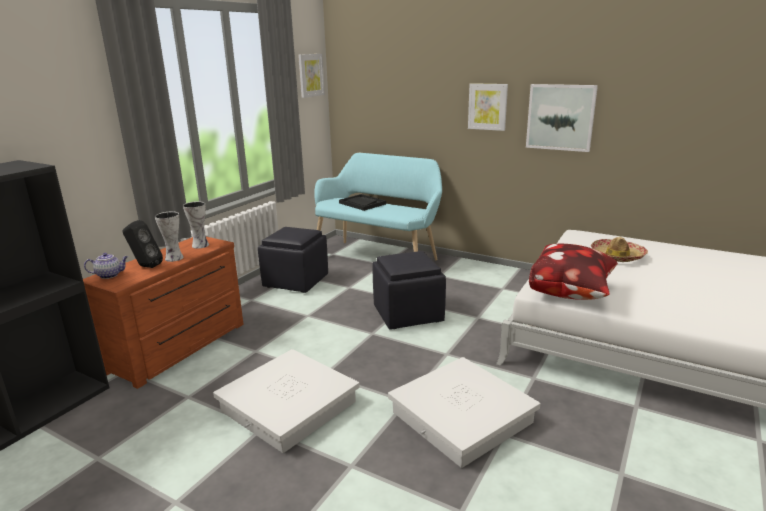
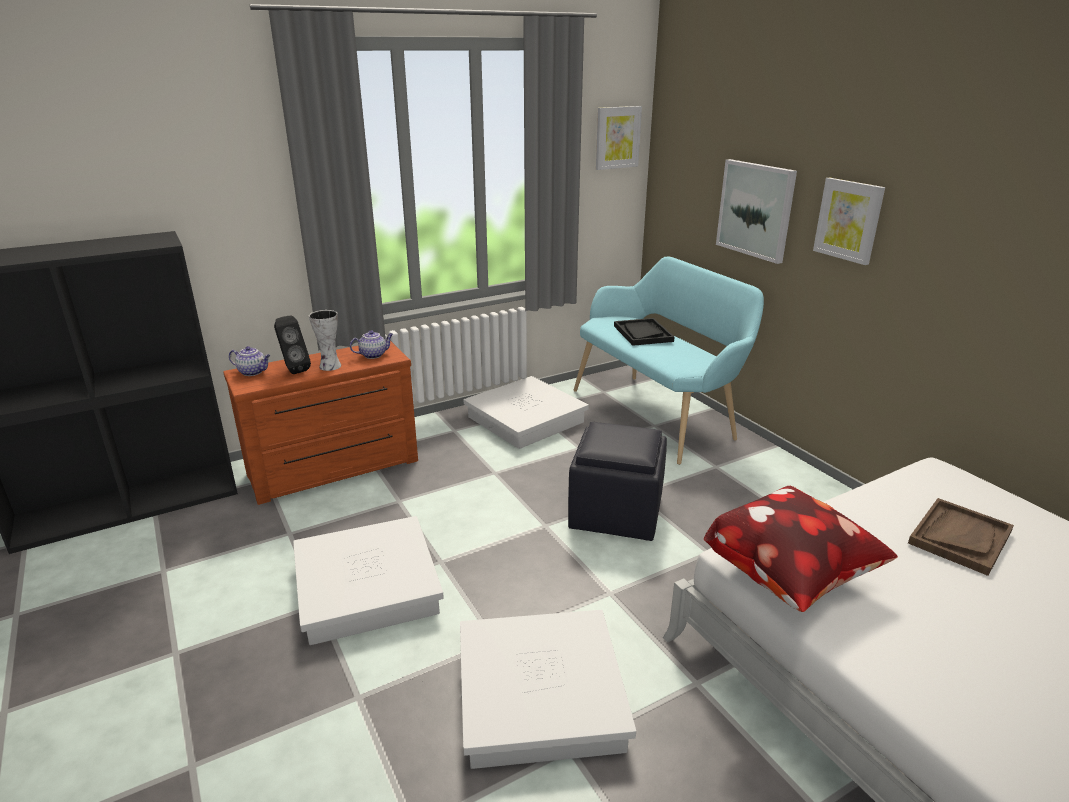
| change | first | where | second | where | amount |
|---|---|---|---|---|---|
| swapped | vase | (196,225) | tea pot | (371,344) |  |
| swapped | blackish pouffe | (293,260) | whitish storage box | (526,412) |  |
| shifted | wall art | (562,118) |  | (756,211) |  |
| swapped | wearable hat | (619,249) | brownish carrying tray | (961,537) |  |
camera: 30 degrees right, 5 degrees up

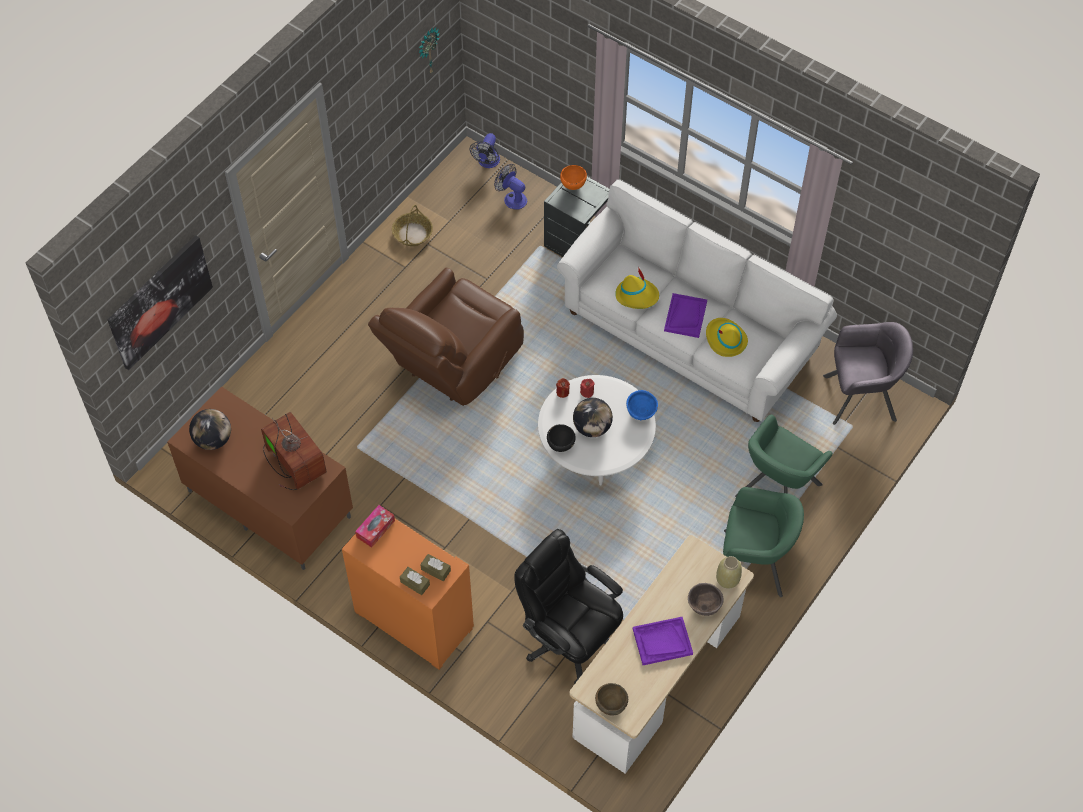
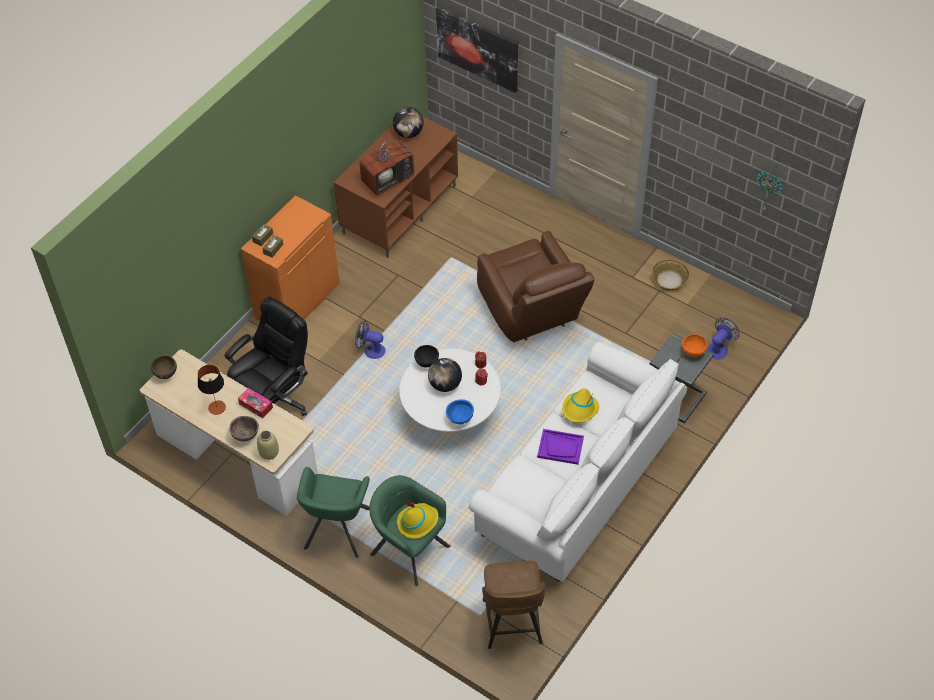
| change | first | where | second | where | amount |
|---|---|---|---|---|---|
| swapped | purple-coloured carrying tray | (663,641) | lamp for a table | (212,390) |  |
| shifted | tissue holder | (375,526) |  | (255,403) |  |
| shifted | fan | (485,150) |  | (370,339) |  |
| shifted | yellow-coloured wearable hat | (727,337) |  | (418,520) |  |
| rotated | brownish easy chair | (446,337) |  | (536,286) | 150 degrees counterclockwise |
| swapped | greyish easy chair | (868,373) | brownish stool | (513,604) |  |
camera: 90 degrees right, 5 degrees down

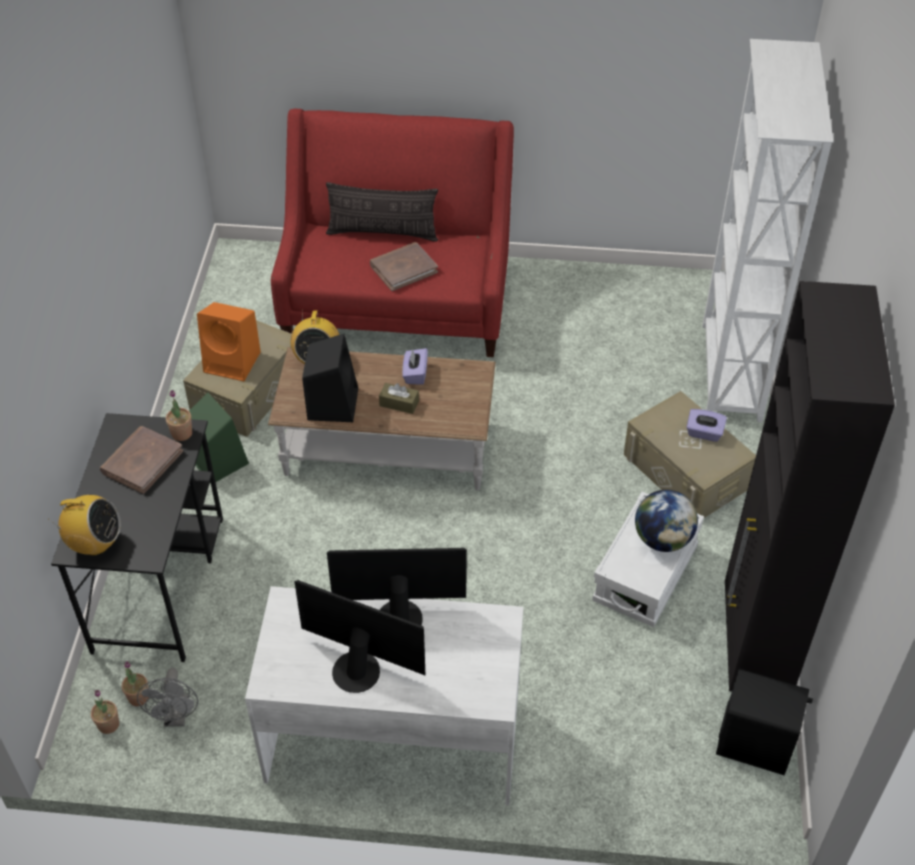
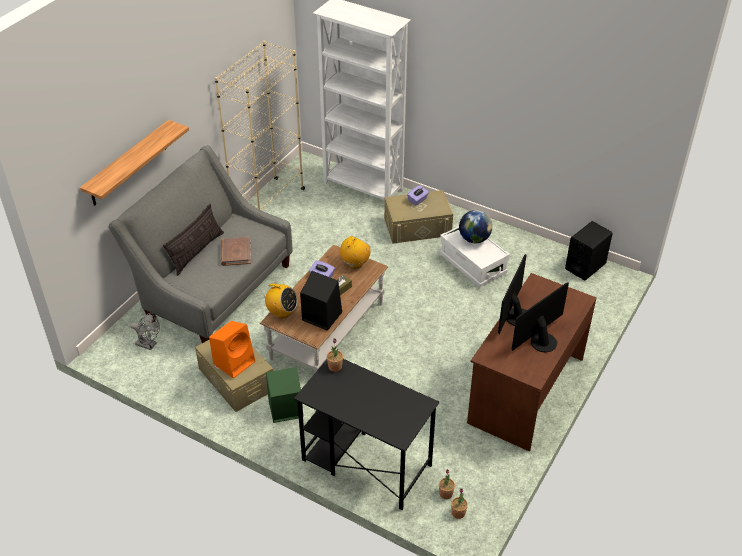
| change | first | where | second | where | amount |
|---|---|---|---|---|---|
| new |  |  | wall shelf | (134,163) |  |
| repainted | red sofa | (392,232) | greyish sofa | (201,244) |  |
| shifted | greyish fan | (167,697) |  | (145,331) |  |
| new |  |  | sand-coloured bookshelf | (260,125) |  |
| shifted | radio receiver | (84,525) |  | (355,252) |  |
| repainted | whitish desk unit | (384,695) | brownish desk unit | (532,362) |  |
| gone | brownish book | (141,460) |  |  |  |
| gone | blackish cupboard | (810,486) |  |  |  |
camera: 65 degrees left, 5 degrees down

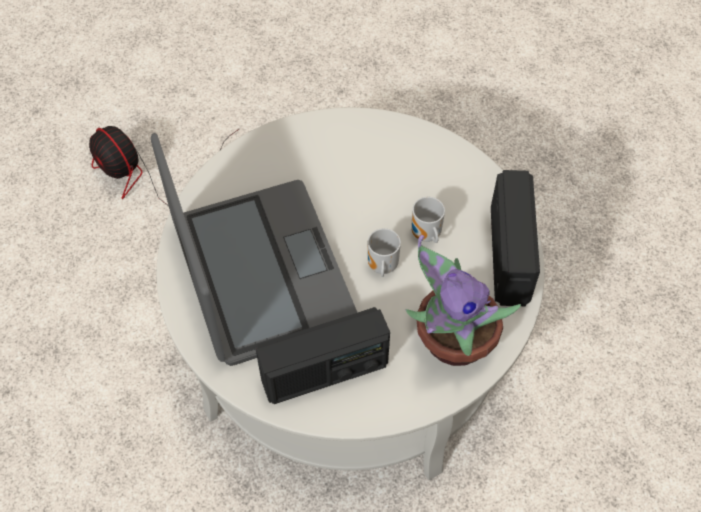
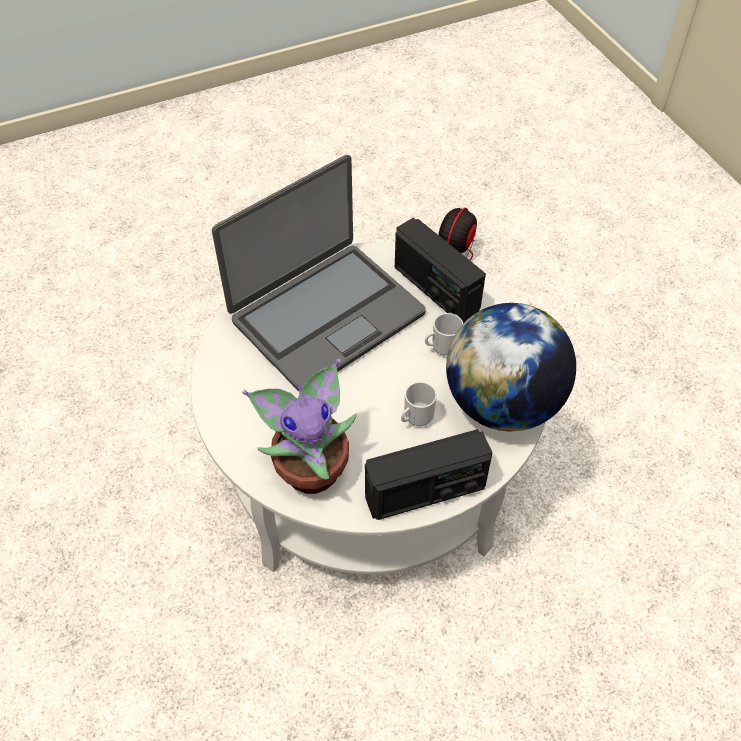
| change | first | where | second | where | amount |
|---|---|---|---|---|---|
| shifted | radio receiver | (323,355) |  | (440,271) |  |
| shifted | coffee mug | (384,252) |  | (444,334) |  |
| new |  |  | globe | (511,367) |  |
camera: 70 degrees right, 5 degrees down

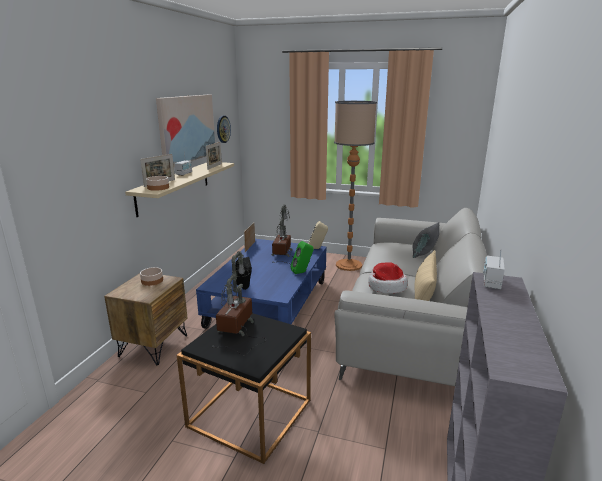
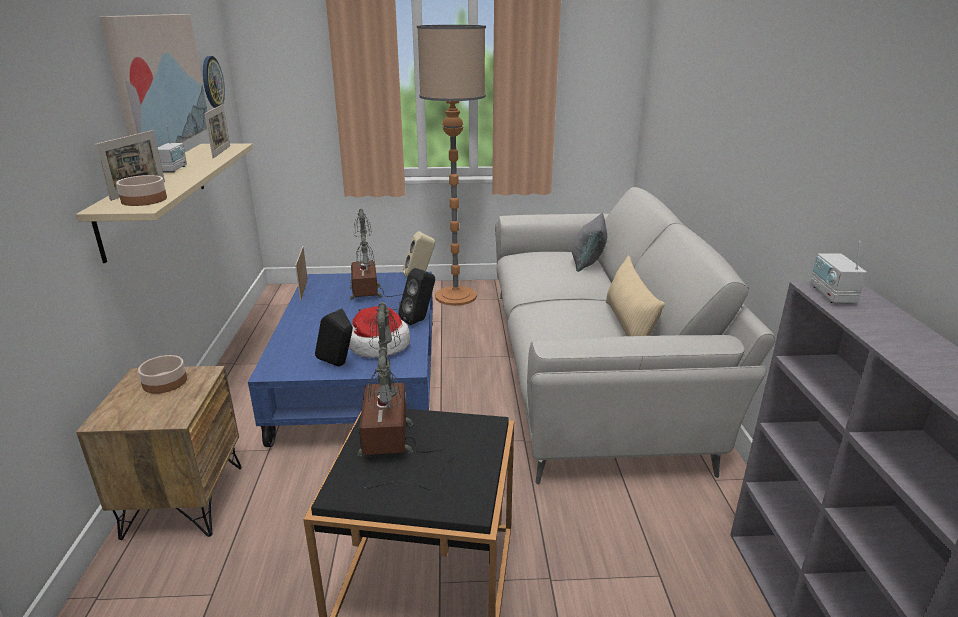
| change | first | where | second | where | amount |
|---|---|---|---|---|---|
| shifted | wearable hat | (388,278) |  | (379,332) |  |
| repainted | green loudspeaker | (302,257) | blackish loudspeaker | (416,296) |  |
camera: 20 degrees left, 5 degrees up

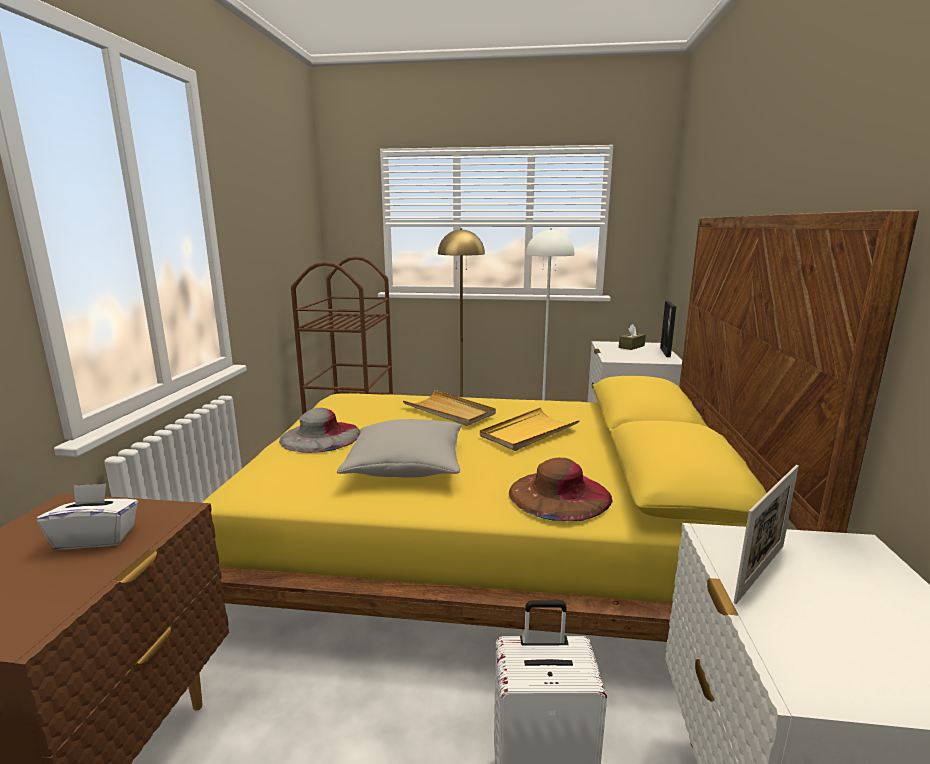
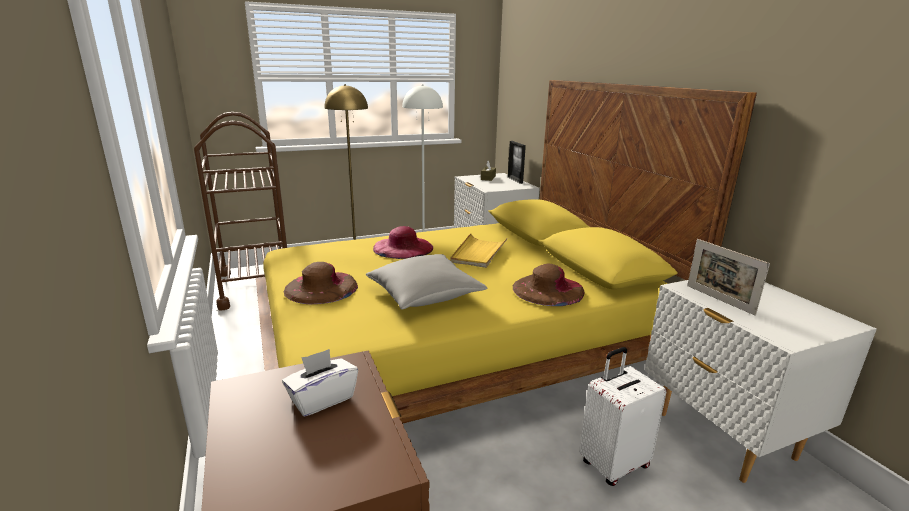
| change | first | where | second | where | amount |
|---|---|---|---|---|---|
| repainted | greyish wearable hat | (319,430) | brownish wearable hat | (320,283) |  |
| swapped | sand-coloured carrying tray | (449,408) | pinkish wearable hat | (403,242) |  |
| rotated | photo frame | (766,534) |  | (728,277) | 135 degrees clockwise |
camera: 30 degrees left, 5 degrees up

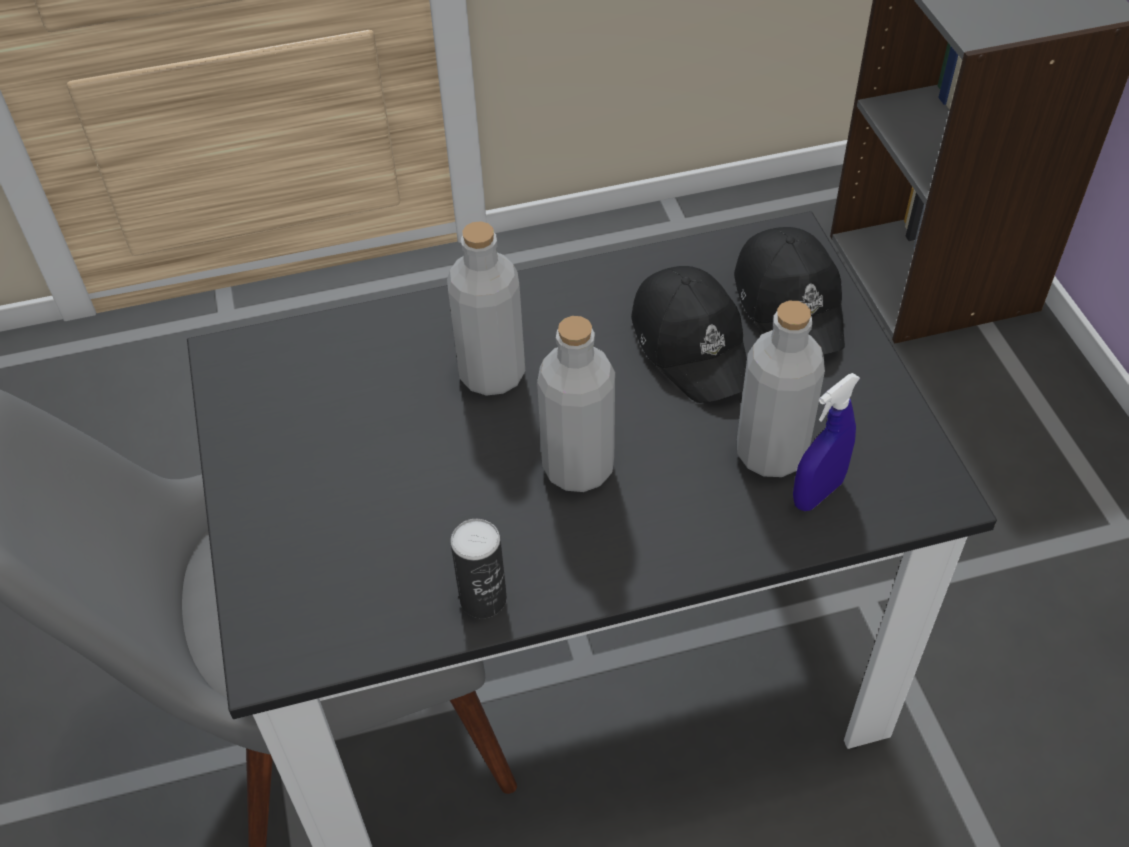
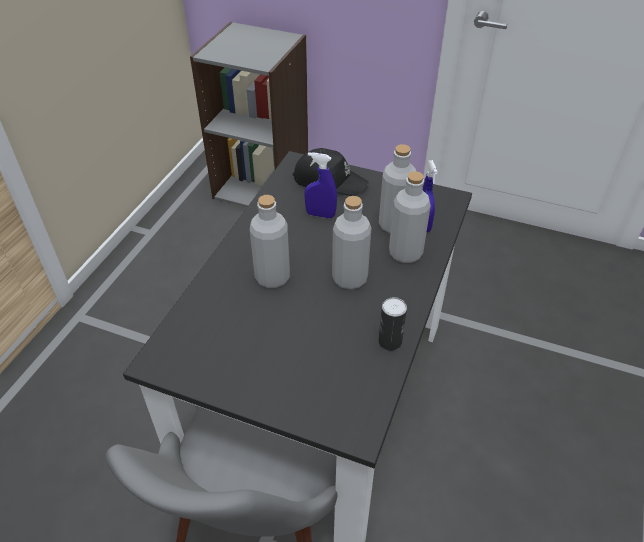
| change | first | where | second | where | amount |
|---|---|---|---|---|---|
| swapped | blackish cap | (689,334) | blue-coloured spray bottle | (320,185) |  |
| new |  |  | greyish bottle | (410,217) |  |
camera: 55 degrees left, 5 degrees down

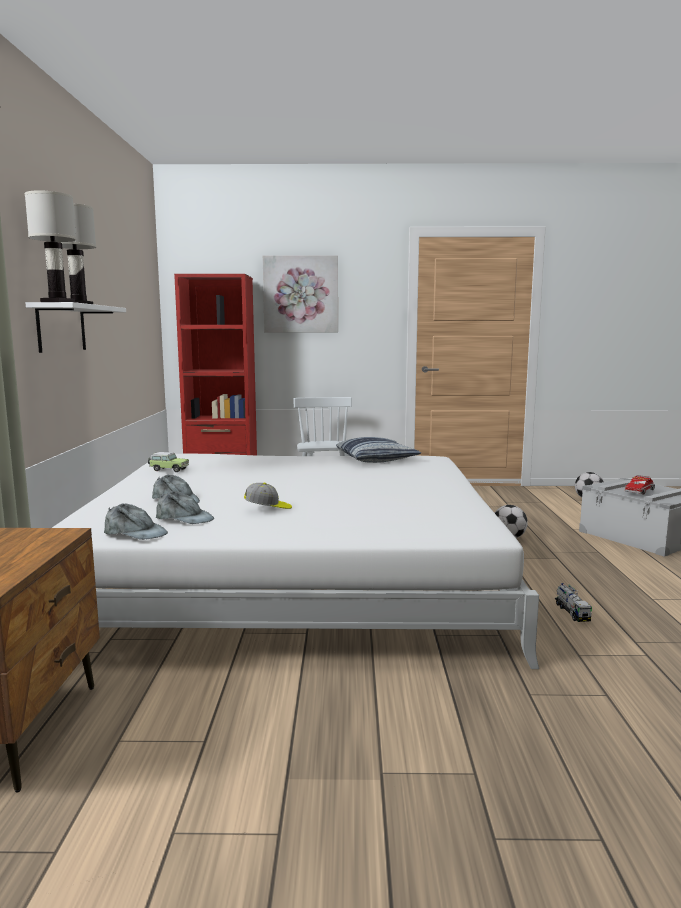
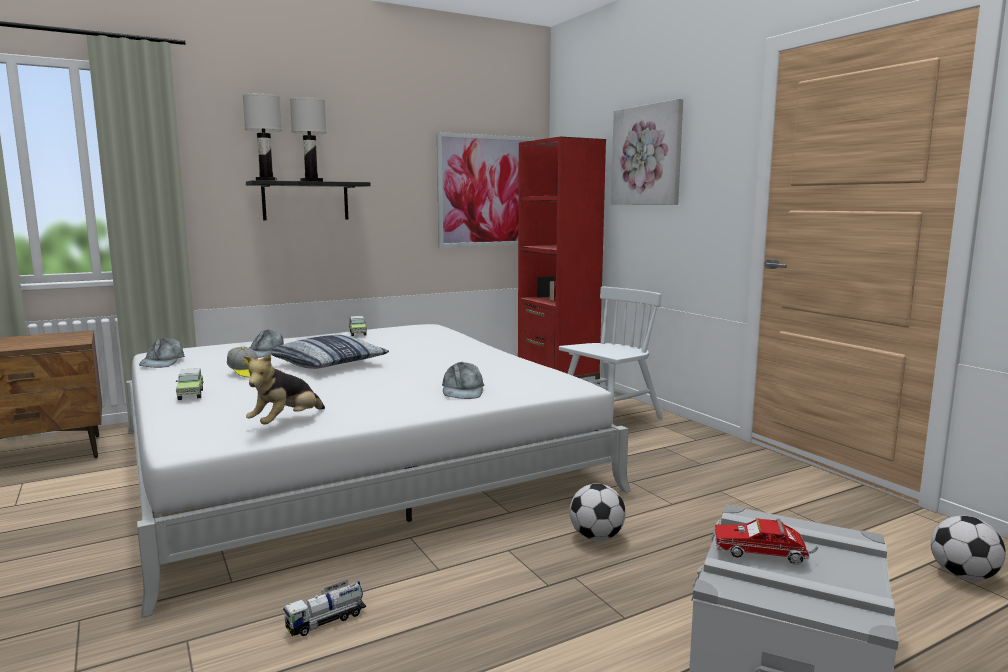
| change | first | where | second | where | amount |
|---|---|---|---|---|---|
| new |  |  | toy car | (190,384) |  |
| new |  |  | plush toy | (284,389) |  |
| repainted | whitish wall shelf | (76,327) | blackish wall shelf | (308,200) |  |
| shifted | throw pillow | (378,450) |  | (329,352) |  |
| new |  |  | wall art | (486,190) |  |
| shifted | greyish cap | (185,507) |  | (463,380) |  |
camera: 60 degrees right, 0 degrees up

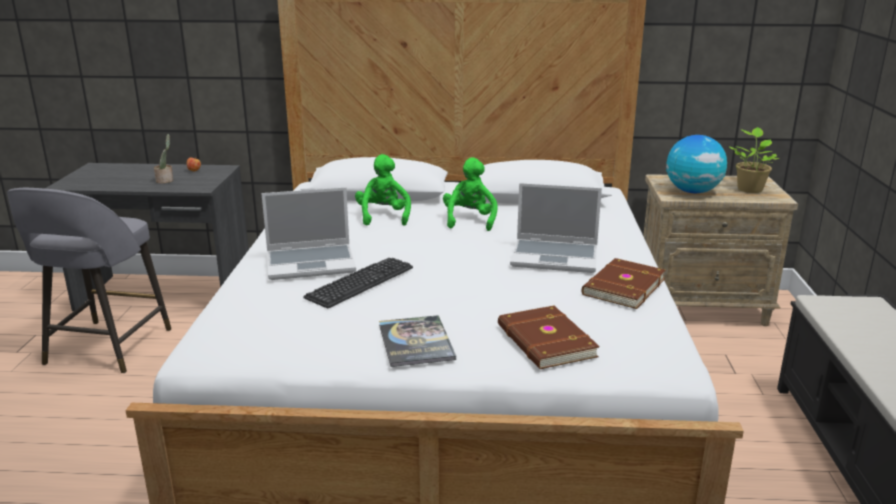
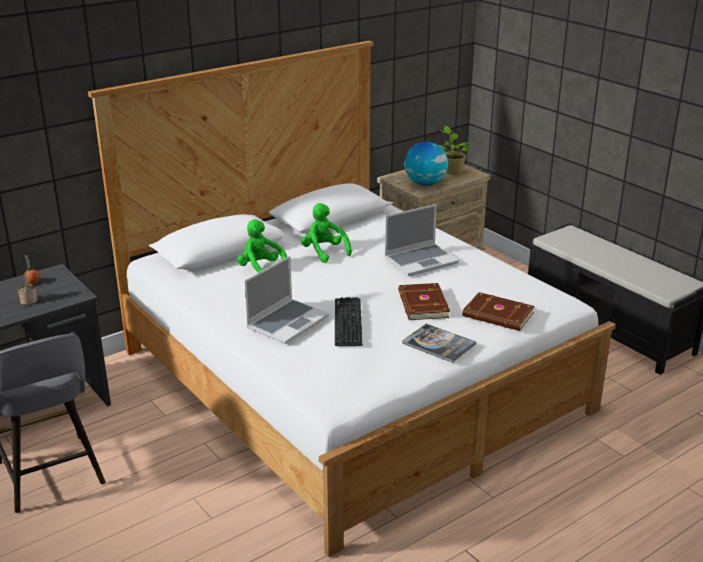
| change | first | where | second | where | amount |
|---|---|---|---|---|---|
| shifted | brownish book | (624,283) |  | (424,301) |  |
camera: 40 degrees left, 5 degrees up

